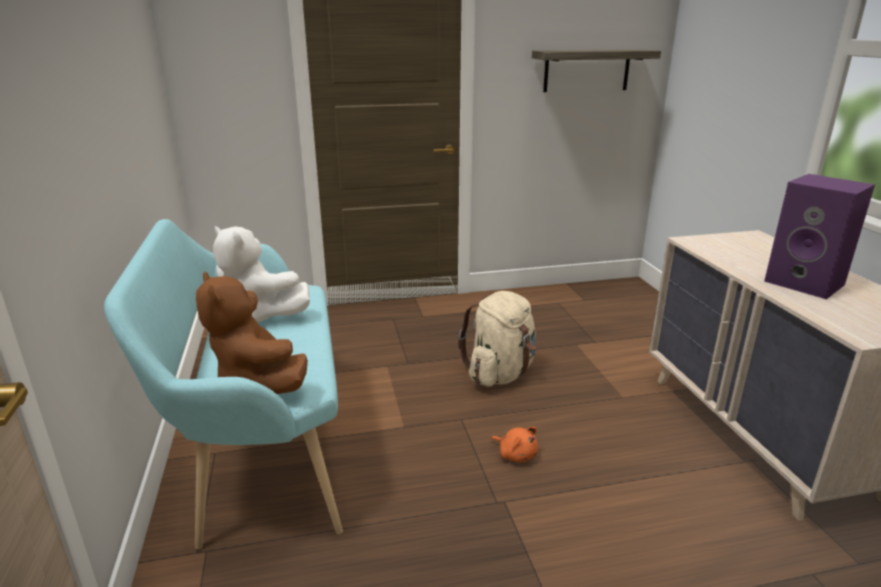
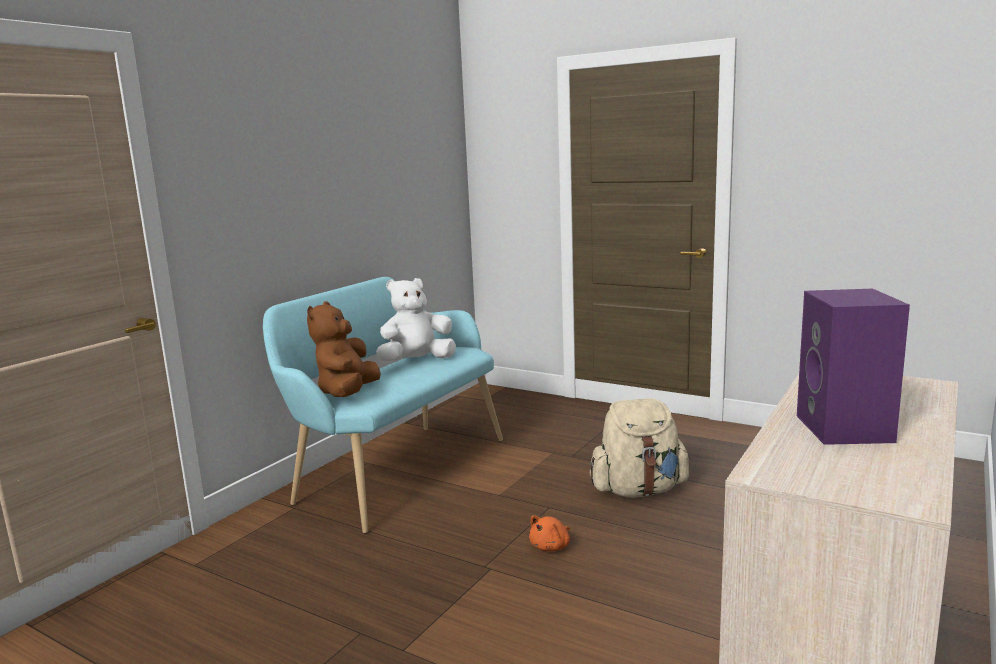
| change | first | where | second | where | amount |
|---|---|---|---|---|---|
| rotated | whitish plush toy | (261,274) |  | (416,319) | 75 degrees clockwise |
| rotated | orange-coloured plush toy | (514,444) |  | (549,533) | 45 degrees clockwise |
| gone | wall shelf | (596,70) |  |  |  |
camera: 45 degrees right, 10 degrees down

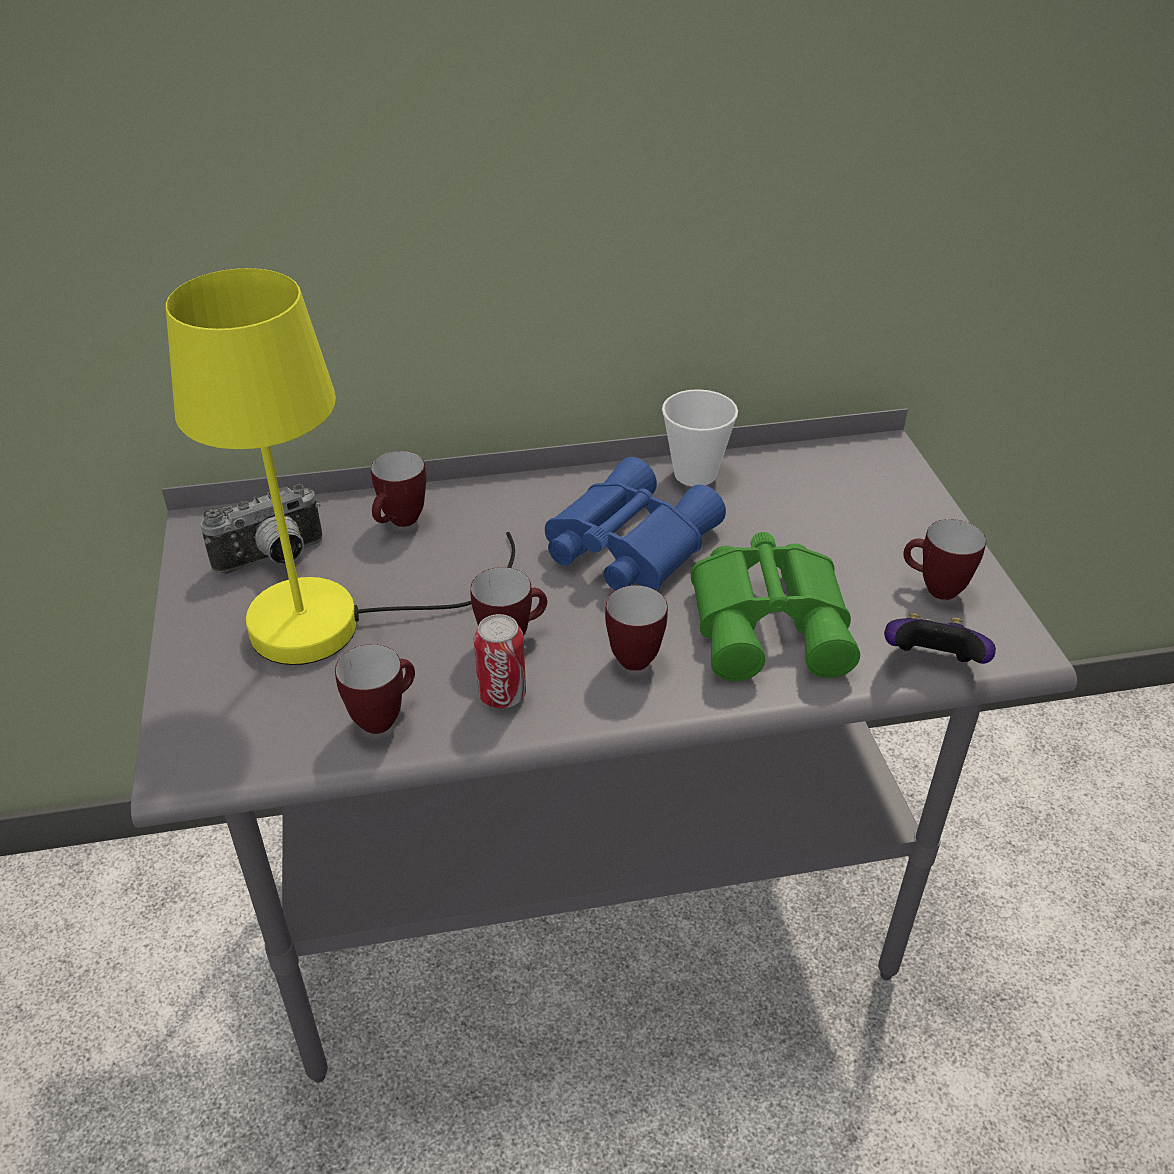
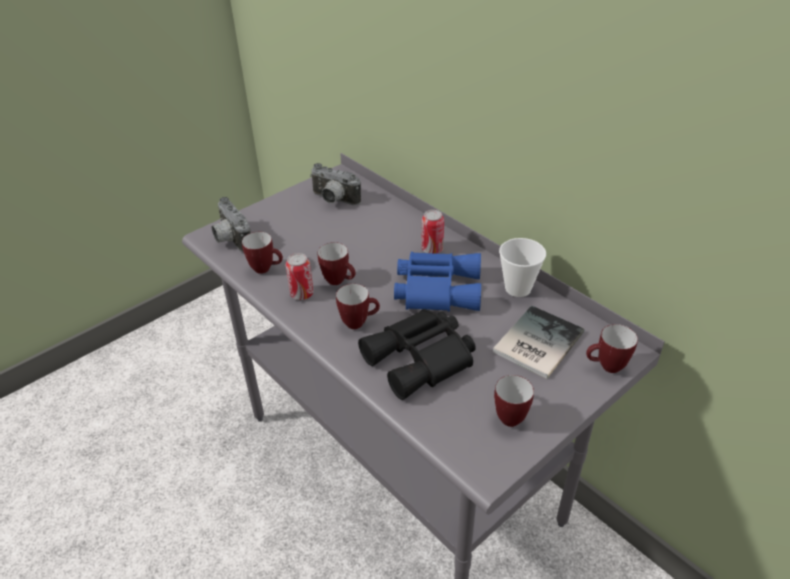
| change | first | where | second | where | amount |
|---|---|---|---|---|---|
| new |  |  | photo camera | (231,225) |  |
| repainted | green binoculars | (775,607) | blackish binoculars | (417,354) |  |
| new |  |  | metal can | (433,232) |  |
| new |  |  | book | (538,342) |  |
| shifted | coffee mug | (398,489) |  | (612,348) |  |
| gone | yellow-coloured lamp for a table | (340,466) |  |  |  |
| gone | game controller | (940,638) |  |  |  |
camera: 60 degrees right, 0 degrees up

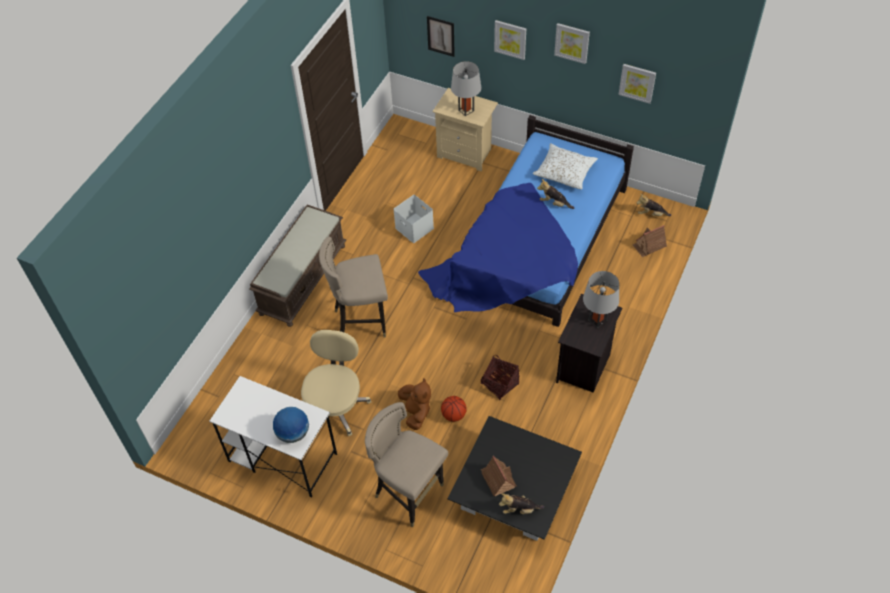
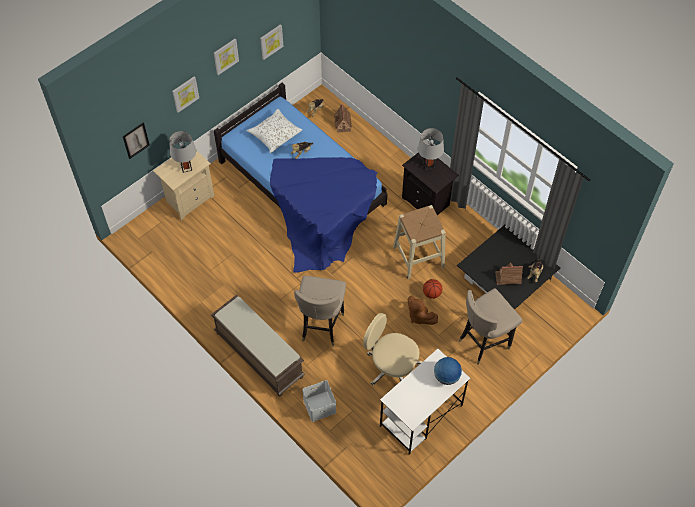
| change | first | where | second | where | amount |
|---|---|---|---|---|---|
| shifted | whitish storage box | (413,219) |  | (319,401) |  |
| swapped | basket | (500,377) | sand-coloured stool | (419,242) |  |
| rotated | brownish plush toy | (414,404) |  | (423,310) | 135 degrees counterclockwise |
camera: 70 degrees left, 5 degrees up

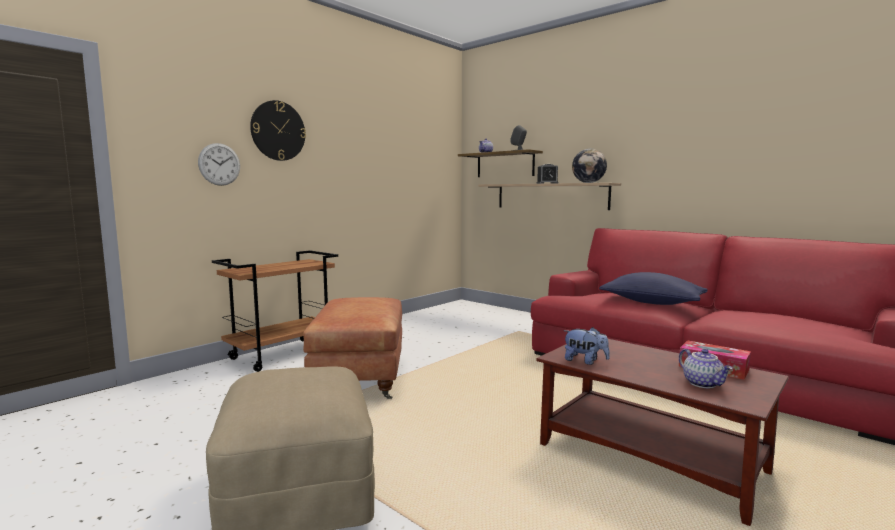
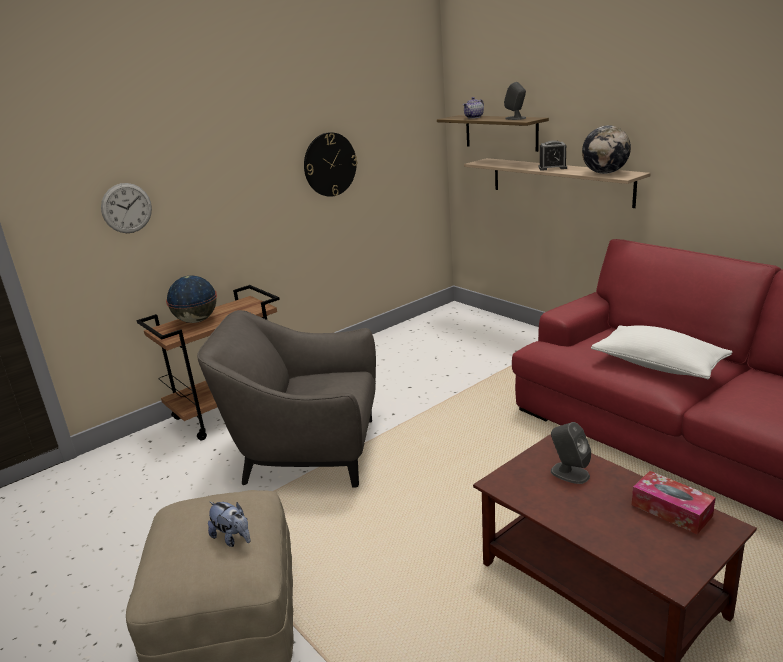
| change | first | where | second | where | amount |
|---|---|---|---|---|---|
| new |  |  | globe | (191,299) |  |
| swapped | brownish pouffe | (352,348) | greyish easy chair | (286,399) |  |
| shifted | plush toy | (586,346) |  | (229,524) |  |
| shifted | hanging clock | (278,130) |  | (330,164) |  |
| new |  |  | greyish loudspeaker | (571,453) |  |
| repainted | blue-coloured throw pillow | (653,288) | whitish throw pillow | (661,352) |  |
| gone | tea pot | (706,368) |  |  |  |
camera: 10 degrees right, 15 degrees up

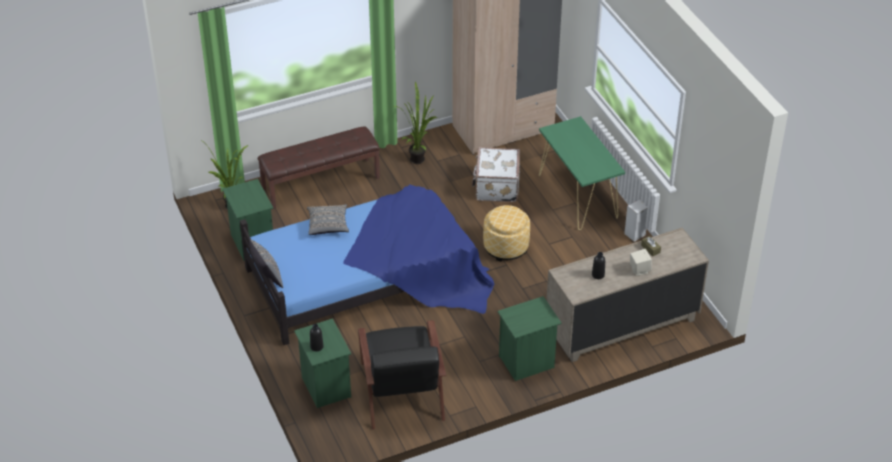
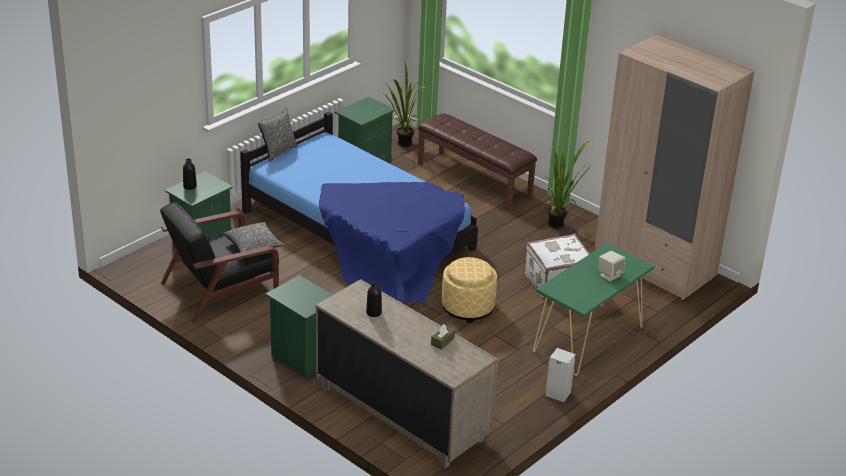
| change | first | where | second | where | amount |
|---|---|---|---|---|---|
| shifted | greyish throw pillow | (328,219) |  | (254,237) |  |
| shifted | sand-coloured loudspeaker | (641,262) |  | (611,266) |  |
camera: 65 degrees right, 10 degrees down

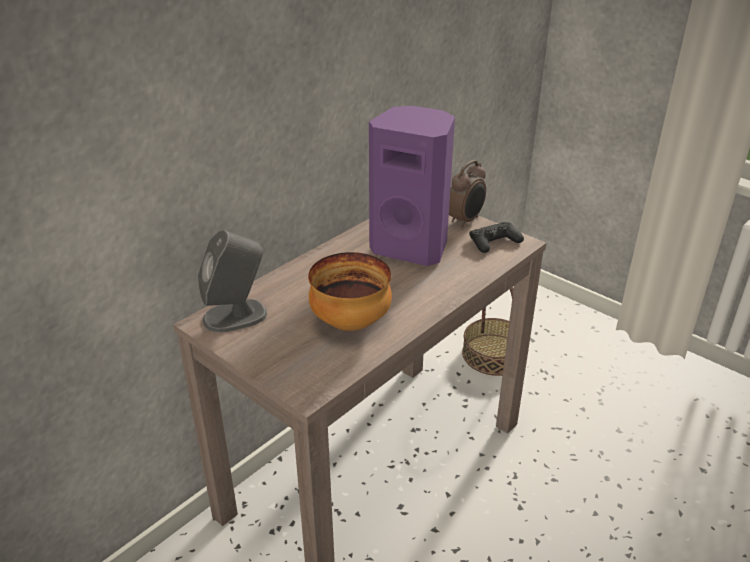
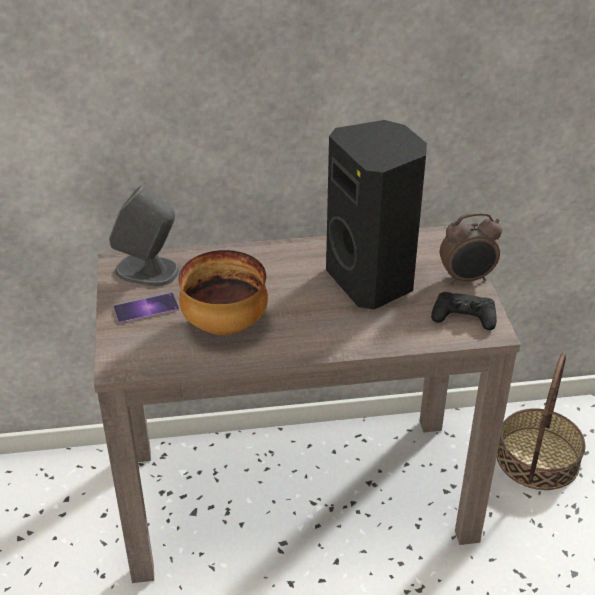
| change | first | where | second | where | amount |
|---|---|---|---|---|---|
| new |  |  | handset | (146,308) |  |
| repainted | purple-coloured loudspeaker | (412,186) | blackish loudspeaker | (376,214) |  |
camera: 40 degrees right, 5 degrees up

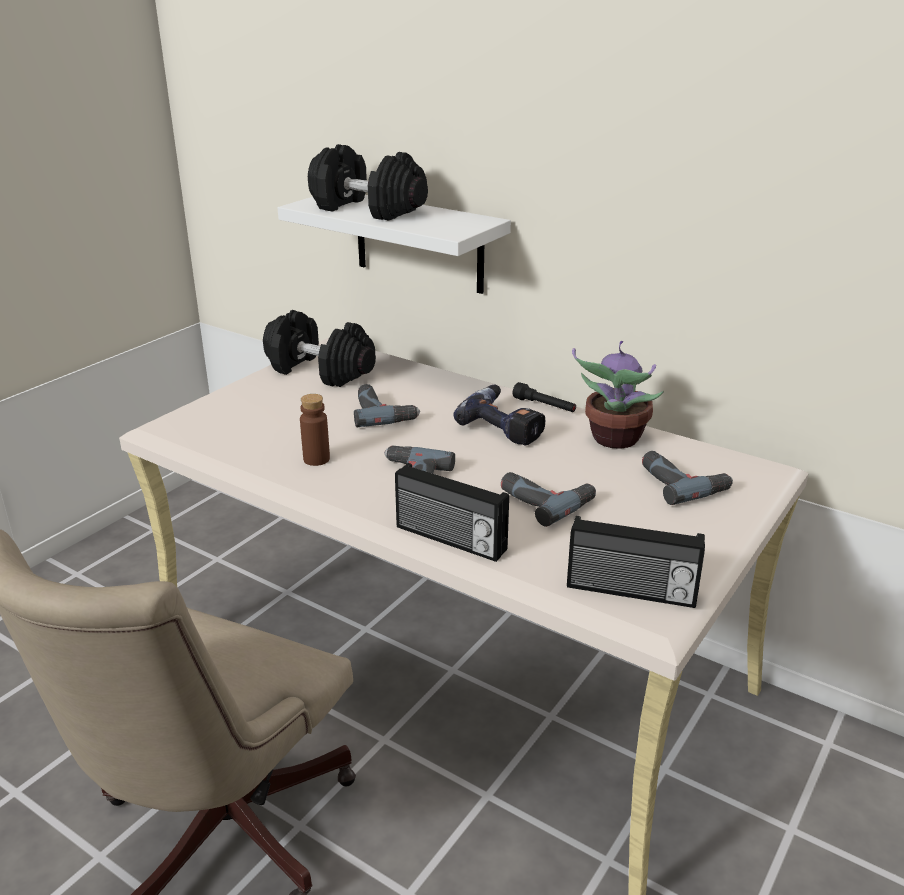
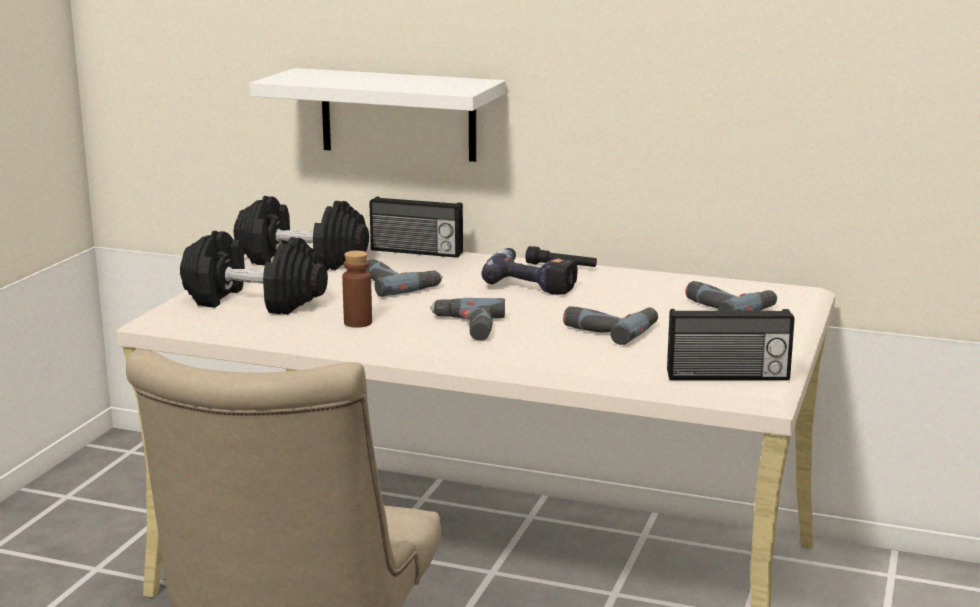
| change | first | where | second | where | amount |
|---|---|---|---|---|---|
| shifted | blackish hand weight | (368,182) |  | (254,273) |  |
| shifted | radio receiver | (452,512) |  | (416,227) |  |
| gone | potted plant | (618,395) |  |  |  |
camera: 15 degrees left, 10 degrees down

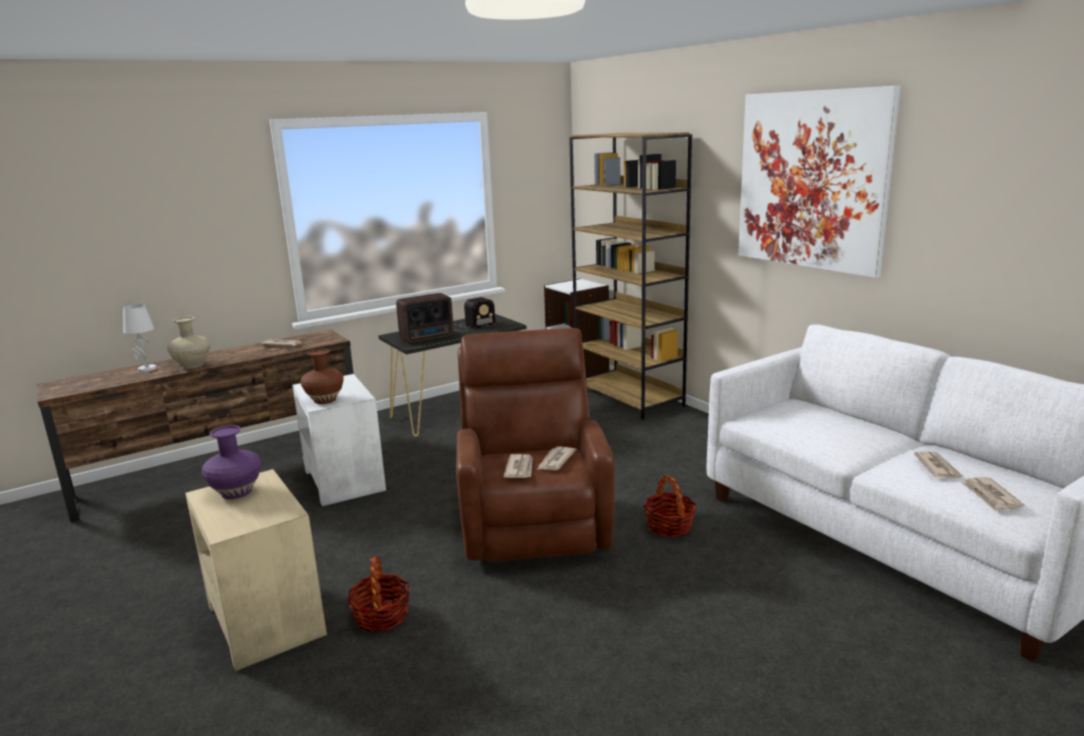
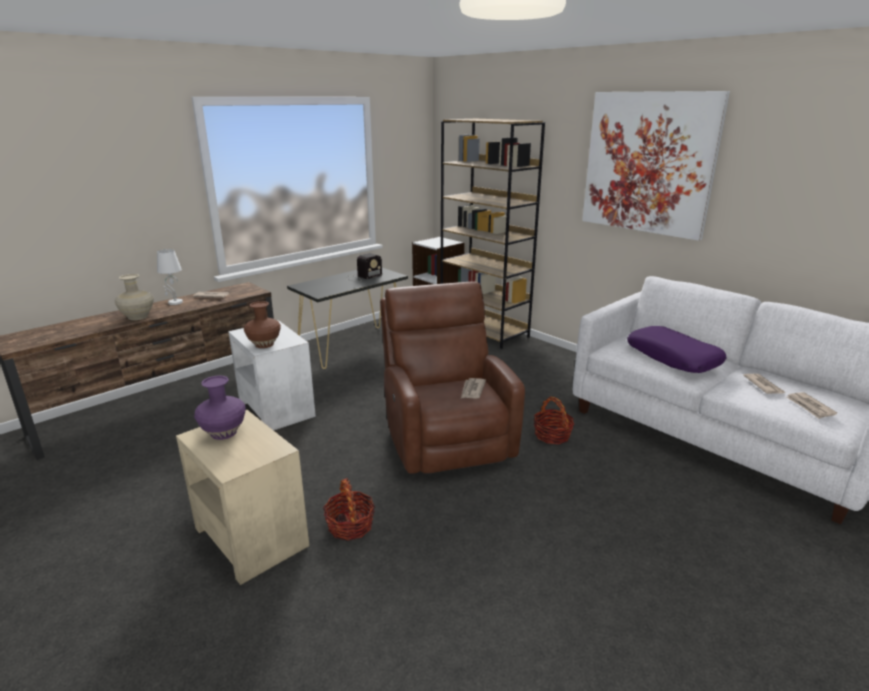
| change | first | where | second | where | amount |
|---|---|---|---|---|---|
| shifted | whitish lamp for a table | (140,338) |  | (170,277) |  |
| new |  |  | purple-coloured throw pillow | (676,349) |  |
| gone | radio receiver | (425,318) |  |  |  |
| gone | newspaper | (518,466) |  |  |  |
camera: 10 degrees left, 5 degrees up

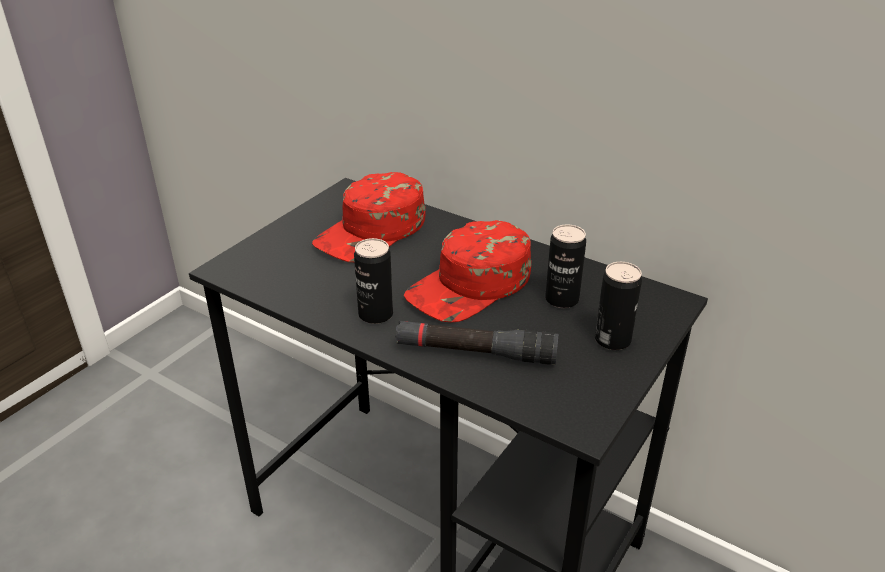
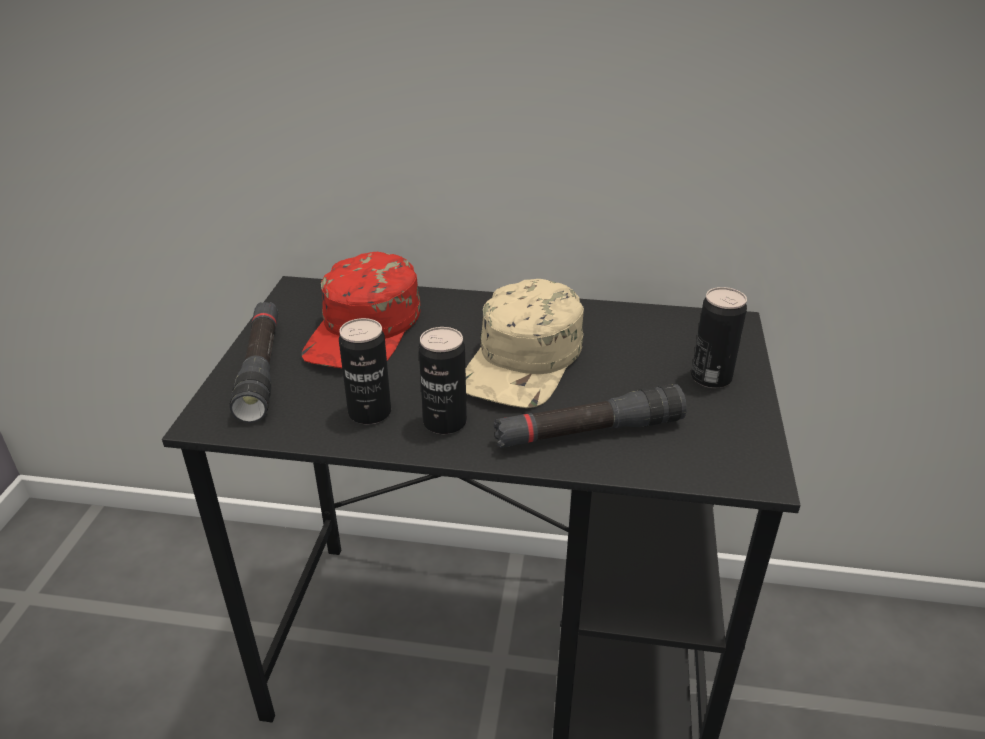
| change | first | where | second | where | amount |
|---|---|---|---|---|---|
| new |  |  | blackish hand torch | (254,362) |  |
| shifted | metal can | (565,266) |  | (365,371) |  |
| repainted | red cap | (467,271) | sand-coloured cap | (525,343) |  |
camera: 25 degrees left, 0 degrees up

